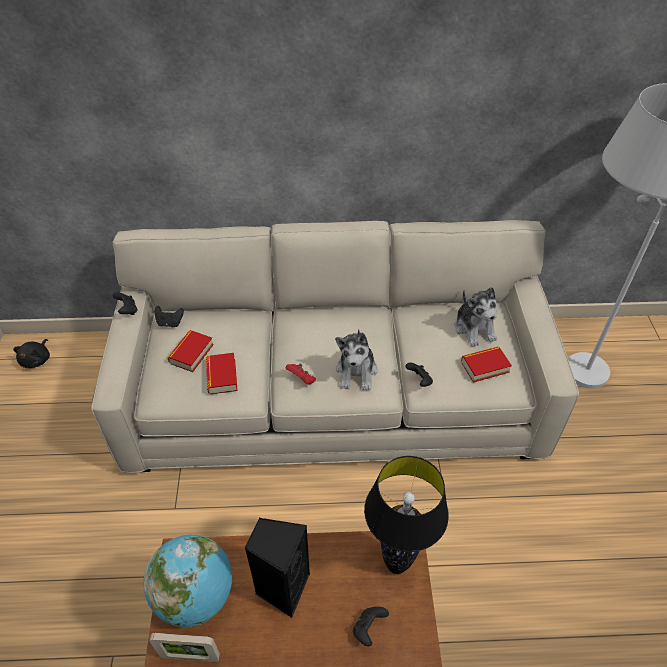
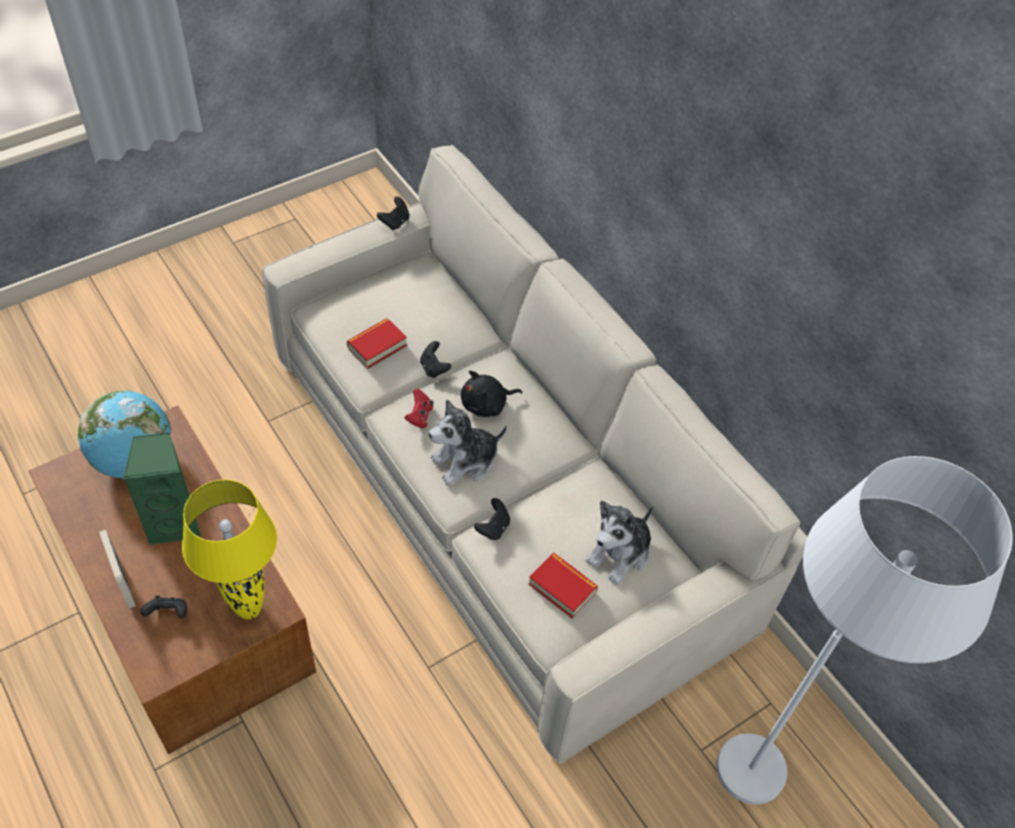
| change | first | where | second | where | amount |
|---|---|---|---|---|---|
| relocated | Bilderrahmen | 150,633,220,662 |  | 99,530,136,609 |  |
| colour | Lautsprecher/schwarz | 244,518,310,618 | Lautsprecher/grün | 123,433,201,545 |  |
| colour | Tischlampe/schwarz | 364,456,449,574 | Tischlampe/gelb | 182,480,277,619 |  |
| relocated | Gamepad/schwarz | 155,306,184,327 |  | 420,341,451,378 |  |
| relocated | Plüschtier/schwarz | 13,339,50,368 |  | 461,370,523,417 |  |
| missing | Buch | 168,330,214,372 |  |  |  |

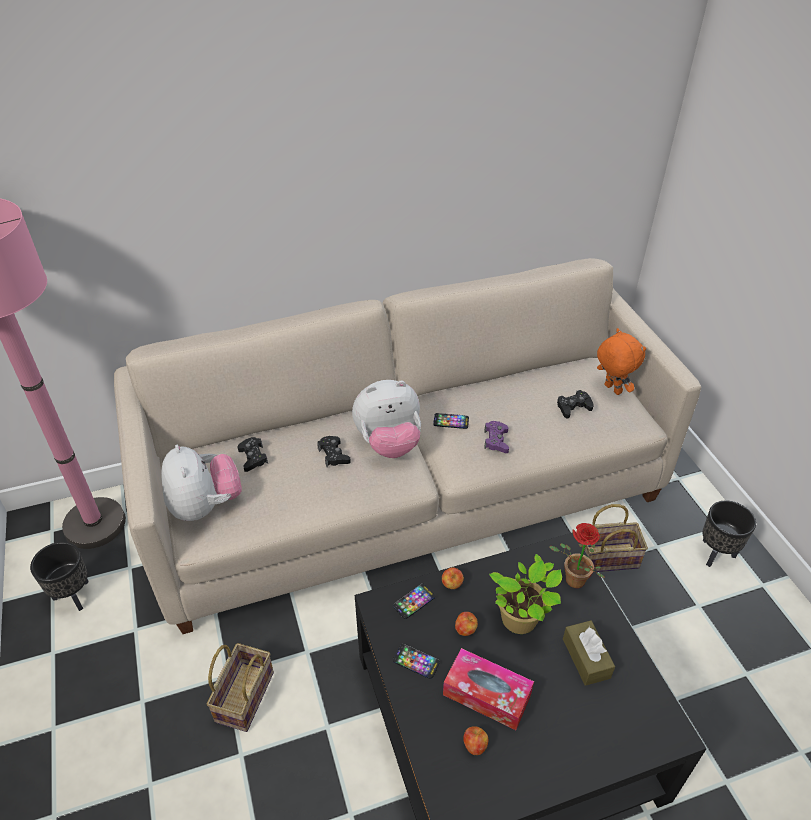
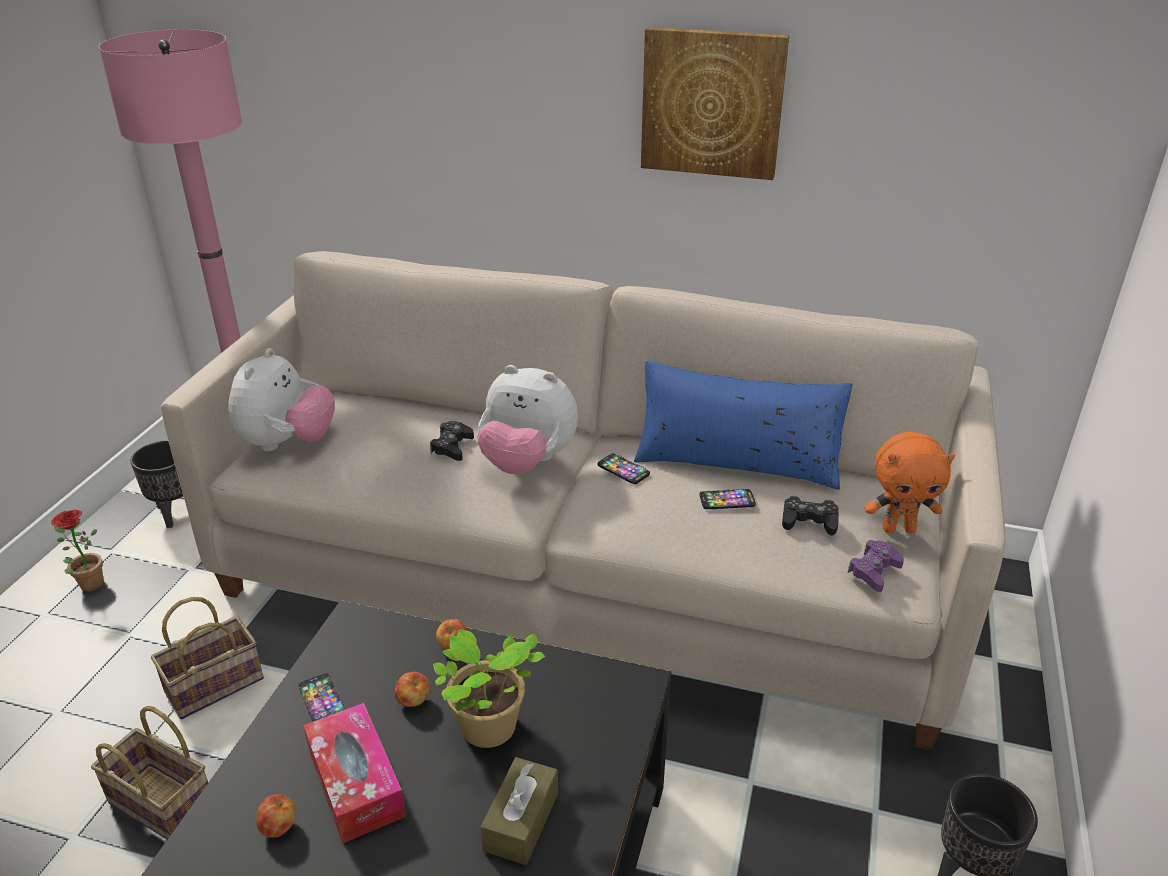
| change | first | where | second | where | amount |
|---|---|---|---|---|---|
| relocated | Topfpflanze | 549,523,605,588 |  | 51,510,104,592 |  |
| relocated | Korb | 580,504,648,572 |  | 91,706,208,839 |  |
| appeared |  |  | Kissen/blau | 634,360,853,490 |  |
| appeared |  |  | Bild | 641,27,790,180 |  |
| relocated | Handy | 393,584,435,619 |  | 700,489,756,509 |  |
| relocated | Gamepad/lila | 484,421,509,453 |  | 848,540,904,592 |  |
| spun | Plüschtier/orange | 597,328,646,395 |  | 864,431,955,533 | 90 degrees clockwise |
| missing | Gamepad/schwarz | 237,437,268,472 |  |  |  |

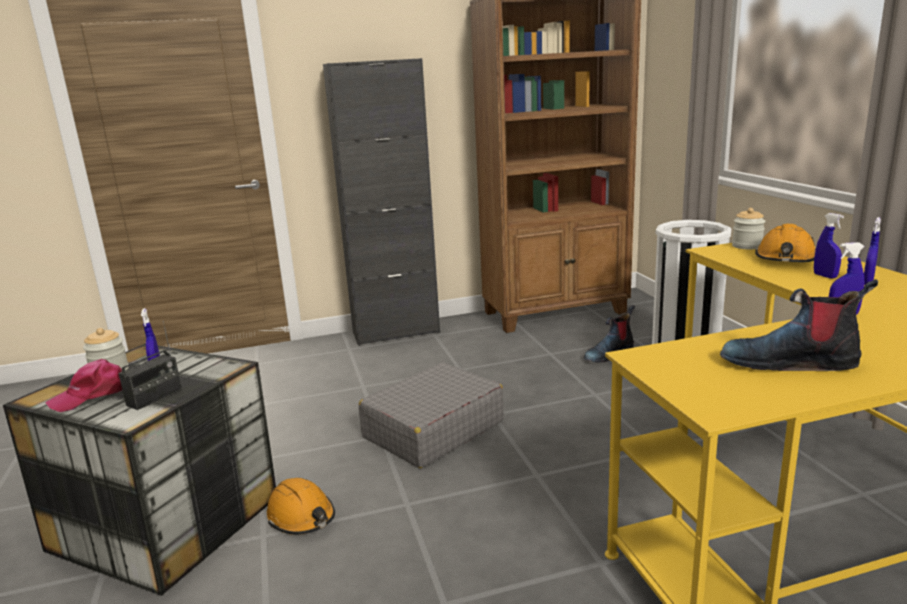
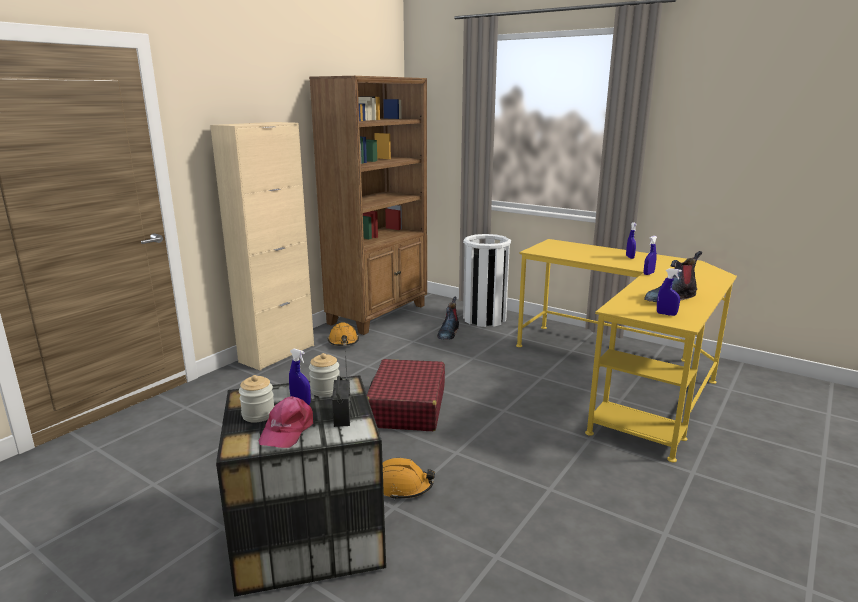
| change | first | where | second | where | amount |
|---|---|---|---|---|---|
| colour | Schrank/schwarz | 323,58,440,346 | Schrank/beige | 210,122,314,371 |  |
| relocated | Vorratsglas | 732,208,765,250 |  | 309,353,340,397 |  |
| relocated | Schutzhelm/orange | 755,224,816,262 |  | 328,322,359,346 |  |
| colour | Koffer/grau | 359,362,504,468 | Koffer/rot | 367,359,445,431 |  |
| relocated | Sprühflasche/blau | 814,213,844,279 |  | 657,268,682,316 |  |

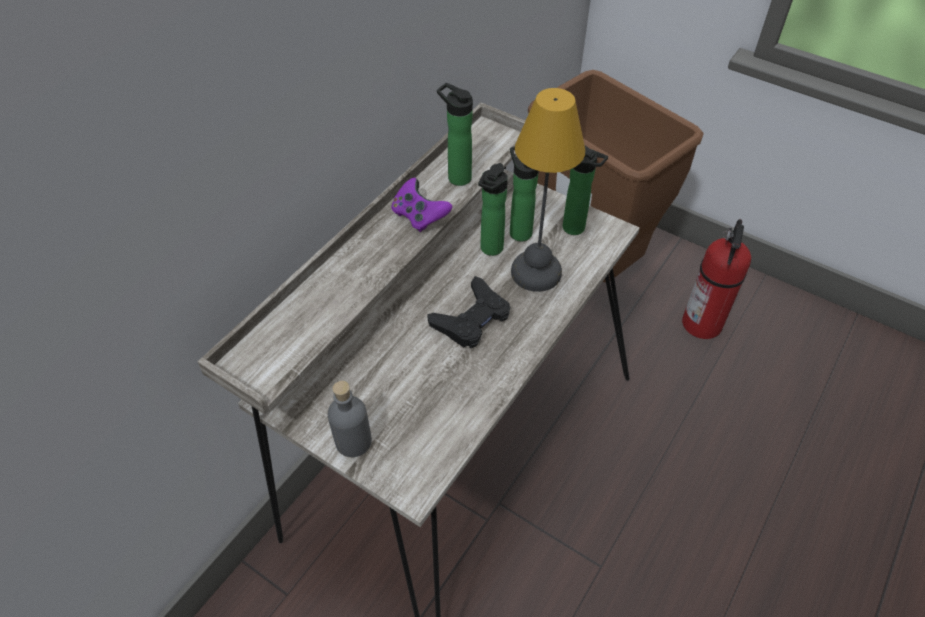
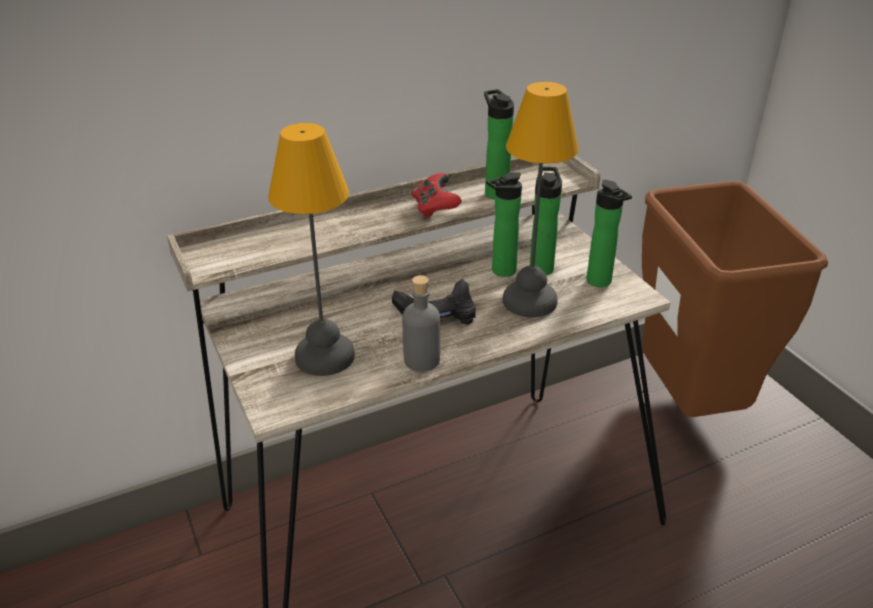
| change | first | where | second | where | amount |
|---|---|---|---|---|---|
| appeared |  |  | Tischlampe | 268,123,355,376 |  |
| relocated | Flasche/grau | 327,381,372,457 |  | 402,275,440,372 |  |
| colour | Gamepad/lila | 391,178,452,232 | Gamepad/rot | 412,173,462,218 |  |
| missing | Feuerlöscher | 682,219,751,339 |  |  |  |

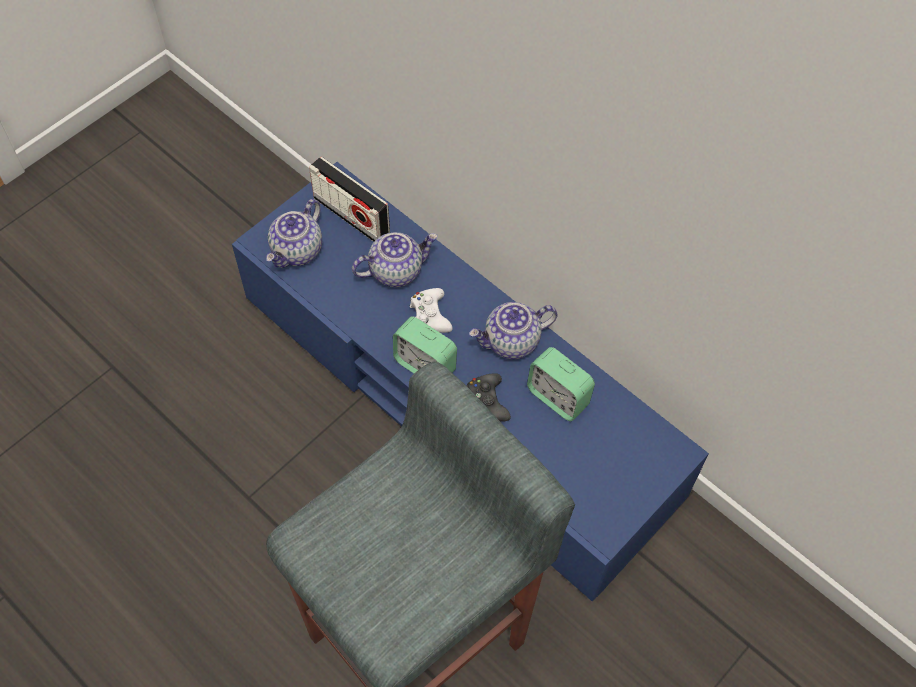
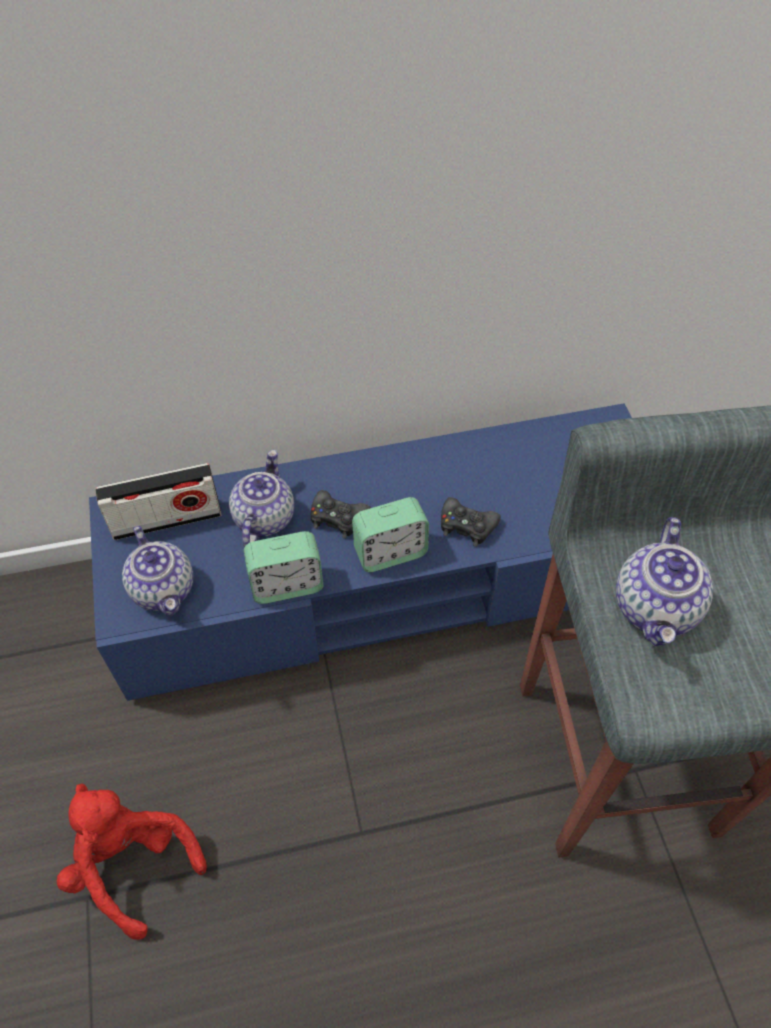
| change | first | where | second | where | amount |
|---|---|---|---|---|---|
| appeared |  |  | Plüschtier/rot | 56,783,207,940 |  |
| relocated | Wecker | 527,347,595,421 |  | 244,531,323,604 |  |
| colour | Gamepad/weiß | 410,288,453,333 | Gamepad/schwarz | 311,490,371,539 |  |
| relocated | Teekanne | 469,302,558,359 |  | 616,517,713,646 |  |

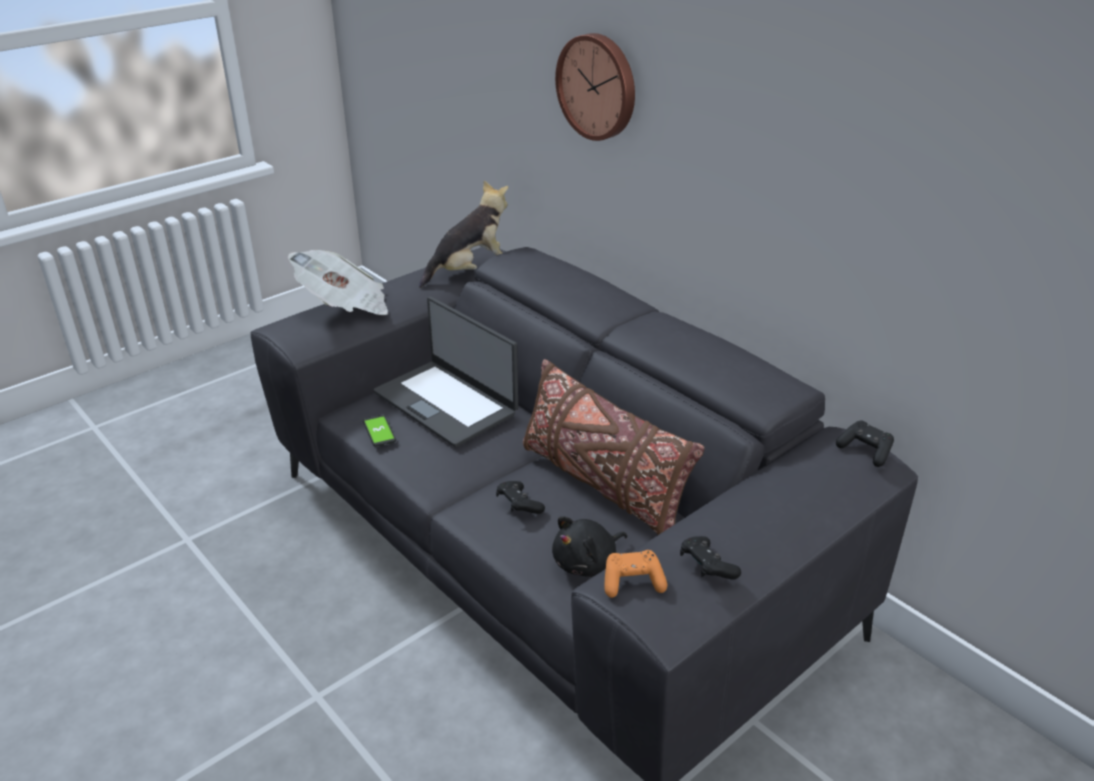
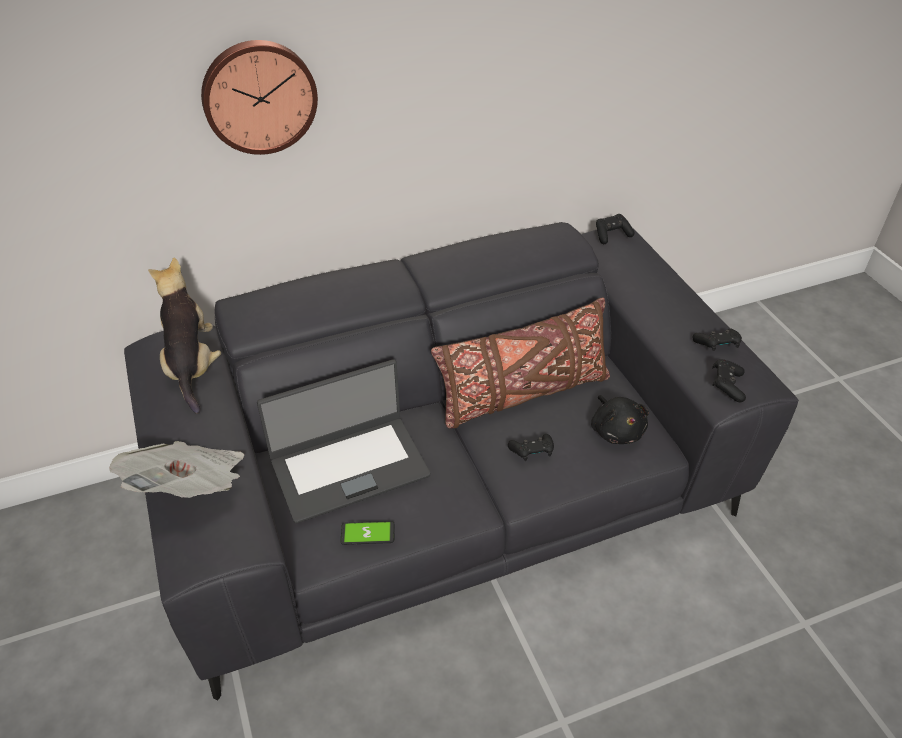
| change | first | where | second | where | amount |
|---|---|---|---|---|---|
| colour | Gamepad/orange | 605,550,667,598 | Gamepad/schwarz | 712,359,746,402 |  |

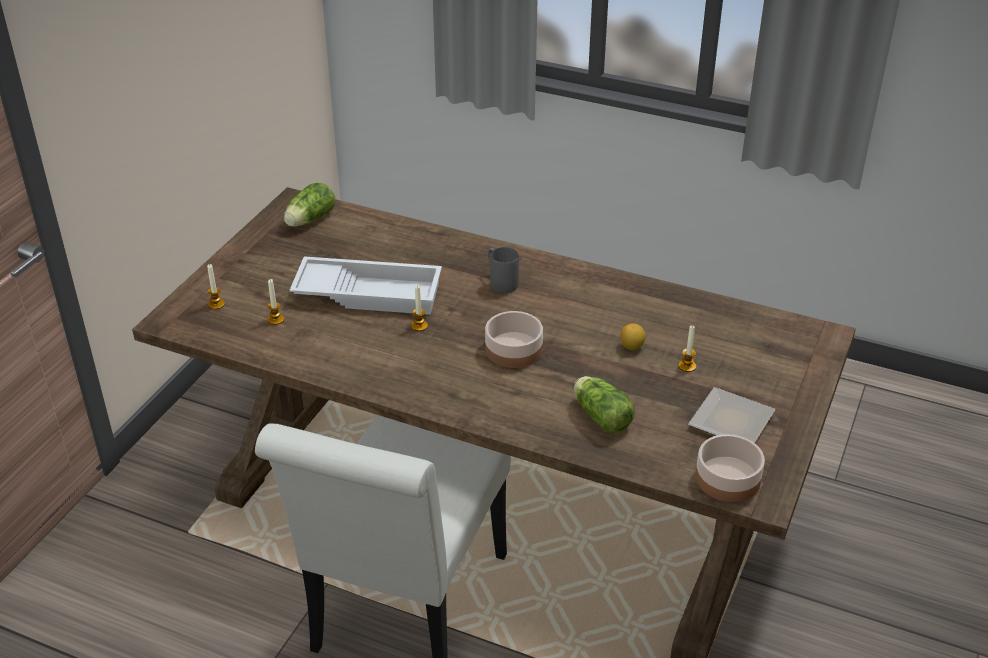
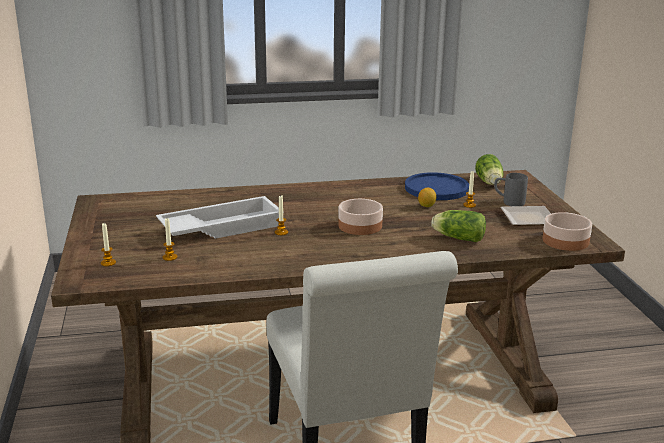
| change | first | where | second | where | amount |
|---|---|---|---|---|---|
| appeared |  |  | Teller/blau | 405,172,469,200 |  |
| relocated | Salatkopf | 284,183,335,227 |  | 475,154,503,185 |  |
| relocated | Henkelbecher/grau | 488,247,519,293 |  | 494,173,528,206 |  |

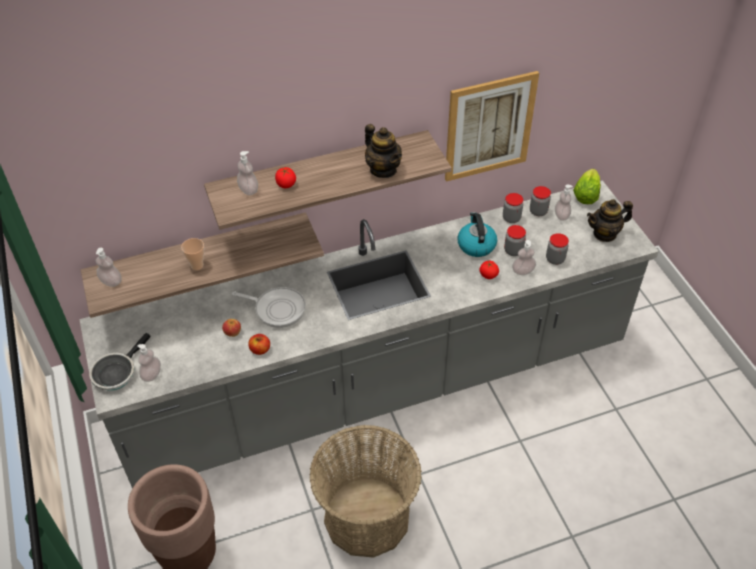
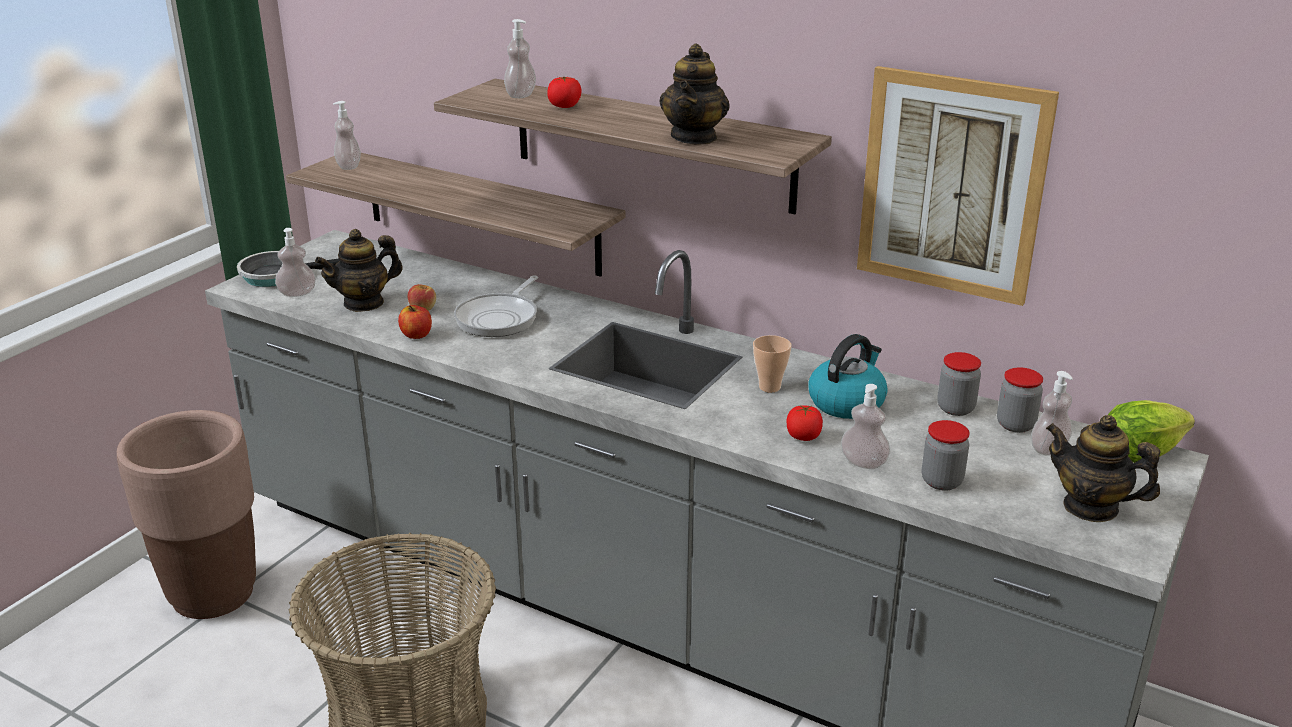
| change | first | where | second | where | amount |
|---|---|---|---|---|---|
| appeared |  |  | Teekanne | 315,229,403,312 |  |
| spun | Pfanne | 232,287,306,328 |  | 454,275,538,337 | 45 degrees clockwise |
| relocated | Tasse | 181,238,204,270 |  | 753,335,792,392 |  |
| missing | Vorratsglas | 504,225,526,256 |  |  |  |

